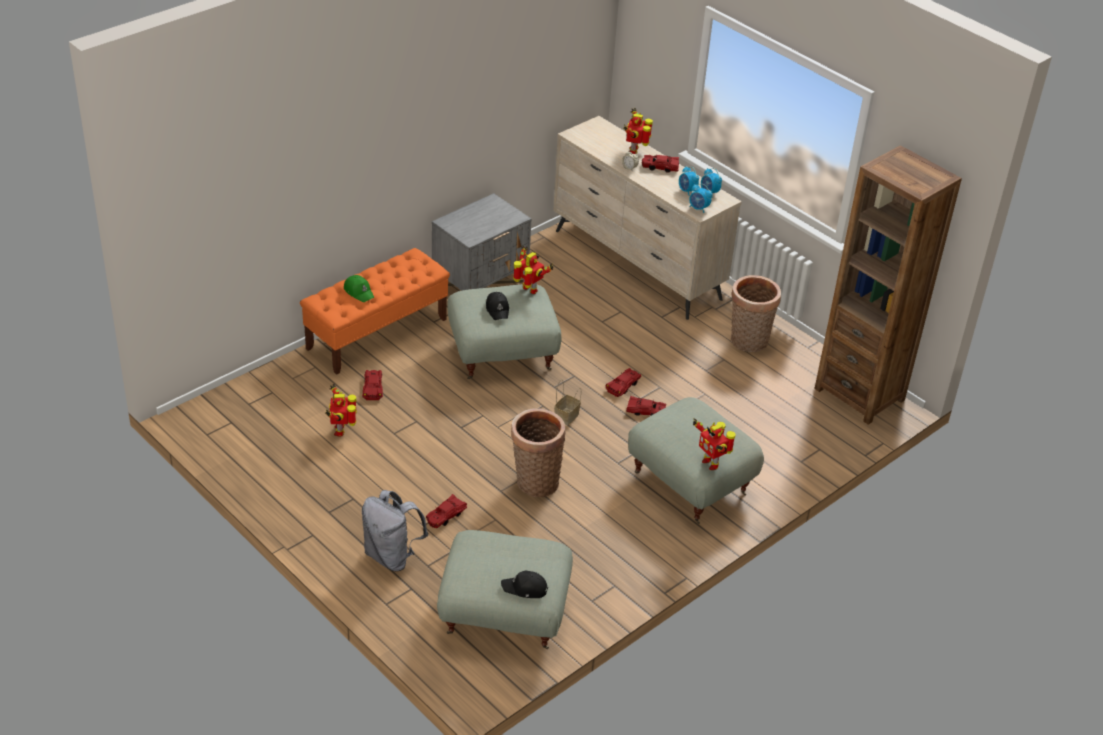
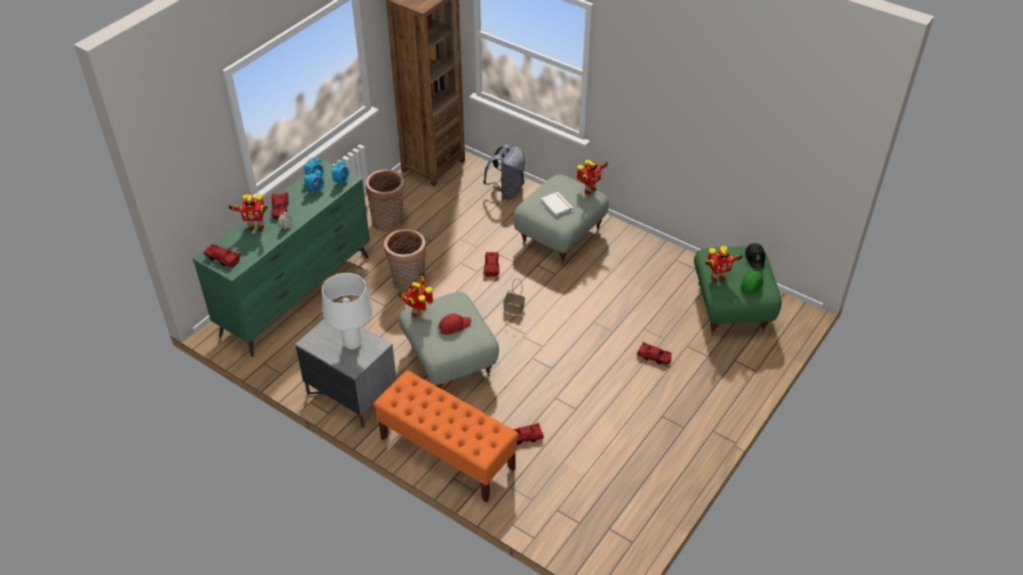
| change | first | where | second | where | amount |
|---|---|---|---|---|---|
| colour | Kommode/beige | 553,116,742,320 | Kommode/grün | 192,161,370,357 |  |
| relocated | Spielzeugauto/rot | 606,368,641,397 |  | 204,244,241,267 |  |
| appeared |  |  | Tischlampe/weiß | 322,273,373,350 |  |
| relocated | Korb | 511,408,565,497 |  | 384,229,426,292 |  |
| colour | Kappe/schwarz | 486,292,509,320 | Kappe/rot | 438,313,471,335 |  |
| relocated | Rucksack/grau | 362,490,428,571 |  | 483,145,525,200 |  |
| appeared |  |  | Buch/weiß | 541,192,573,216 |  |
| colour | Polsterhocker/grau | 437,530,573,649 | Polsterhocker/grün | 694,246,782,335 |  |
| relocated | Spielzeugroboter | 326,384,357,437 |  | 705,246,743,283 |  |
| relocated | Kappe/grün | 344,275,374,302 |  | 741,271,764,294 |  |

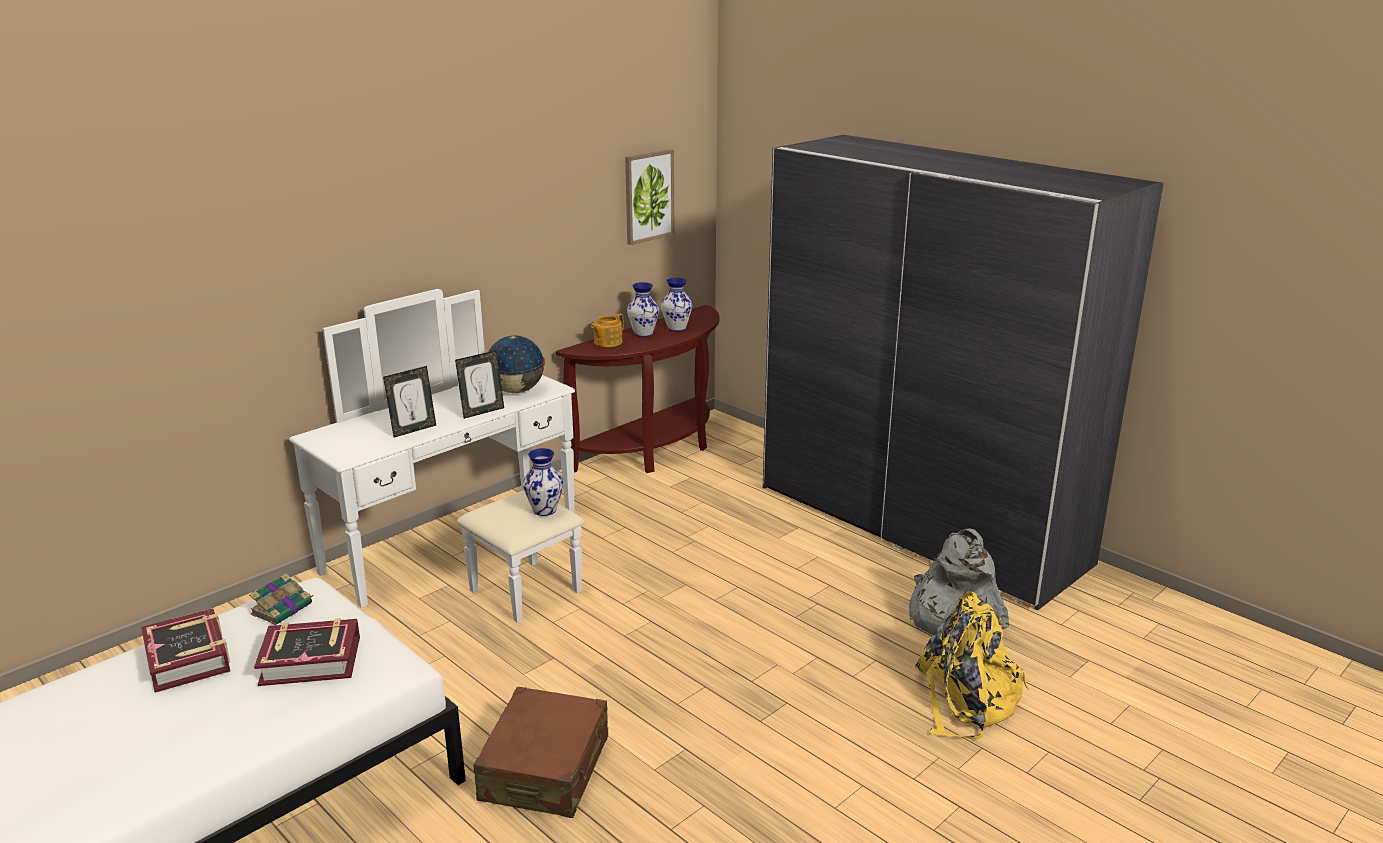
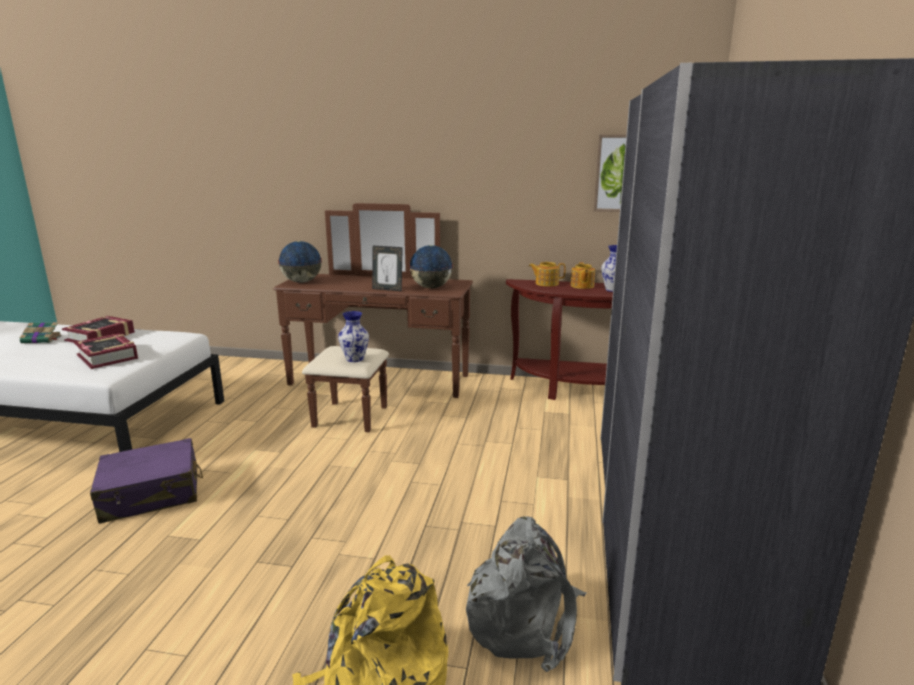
| change | first | where | second | where | amount |
|---|---|---|---|---|---|
| relocated | Buch | 249,573,314,625 |  | 20,322,62,343 |  |
| colour | Koffer/braun | 473,687,608,818 | Koffer/lila | 90,438,203,524 |  |
| colour | Kommode/weiß | 289,289,585,623 | Kommode/braun | 273,203,473,432 |  |
| appeared |  |  | Globus | 278,241,322,283 |  |
| exchanged | Vase | 627,282,659,337 | Teekanne | 571,262,595,289 |  |
| missing | Bilderrahmen | 383,366,436,438 |  |  |  |

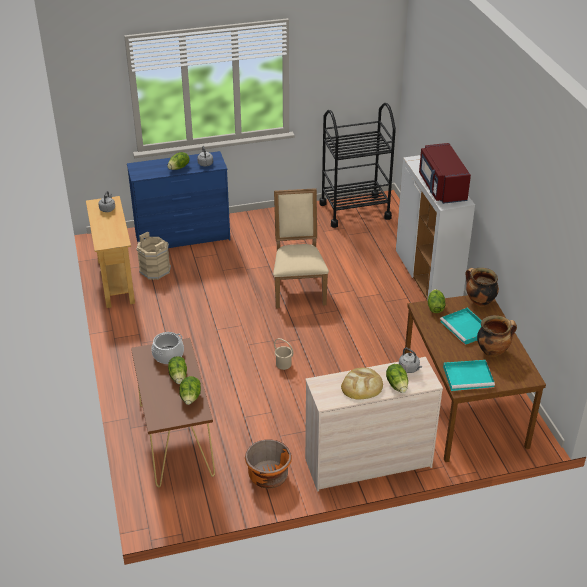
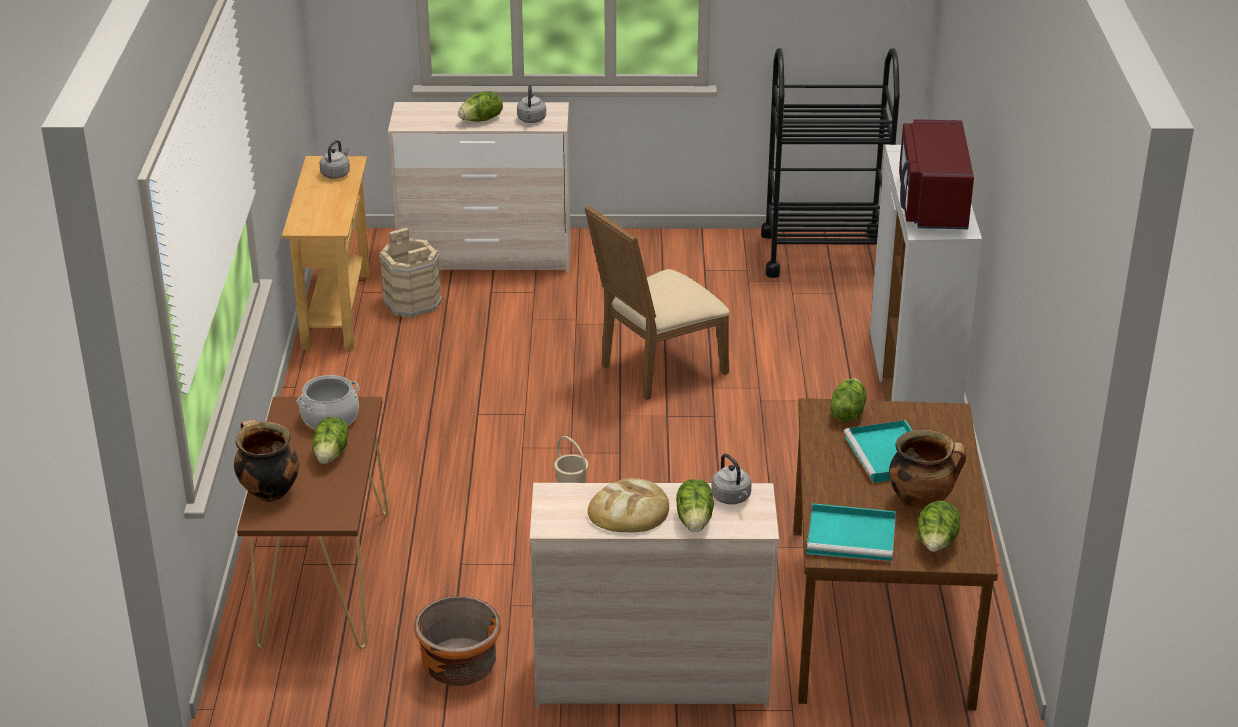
| change | first | where | second | where | amount |
|---|---|---|---|---|---|
| relocated | Kochtopf | 466,268,499,307 |  | 234,419,300,502 |  |
| colour | Kommode/blau | 127,151,230,248 | Kommode/beige | 388,102,570,272 |  |
| spun | Stuhl/beige | 273,188,329,309 |  | 584,205,730,400 | 135 degrees counterclockwise |
| relocated | Salatkopf | 179,376,201,405 |  | 917,501,960,552 |  |

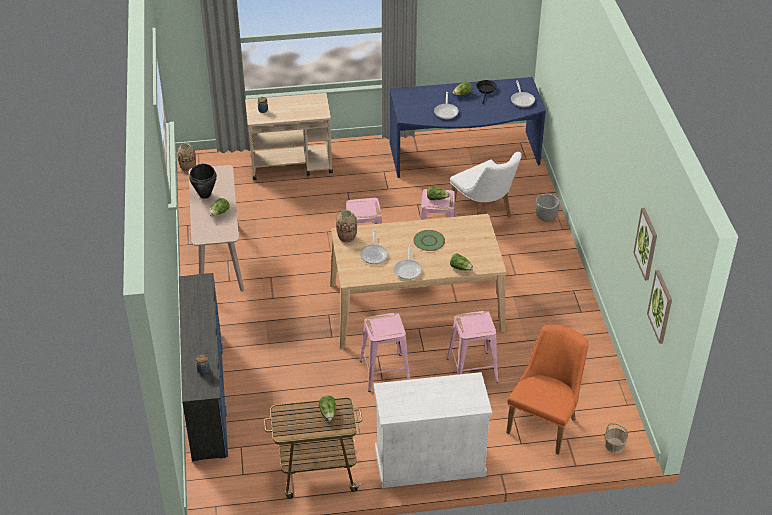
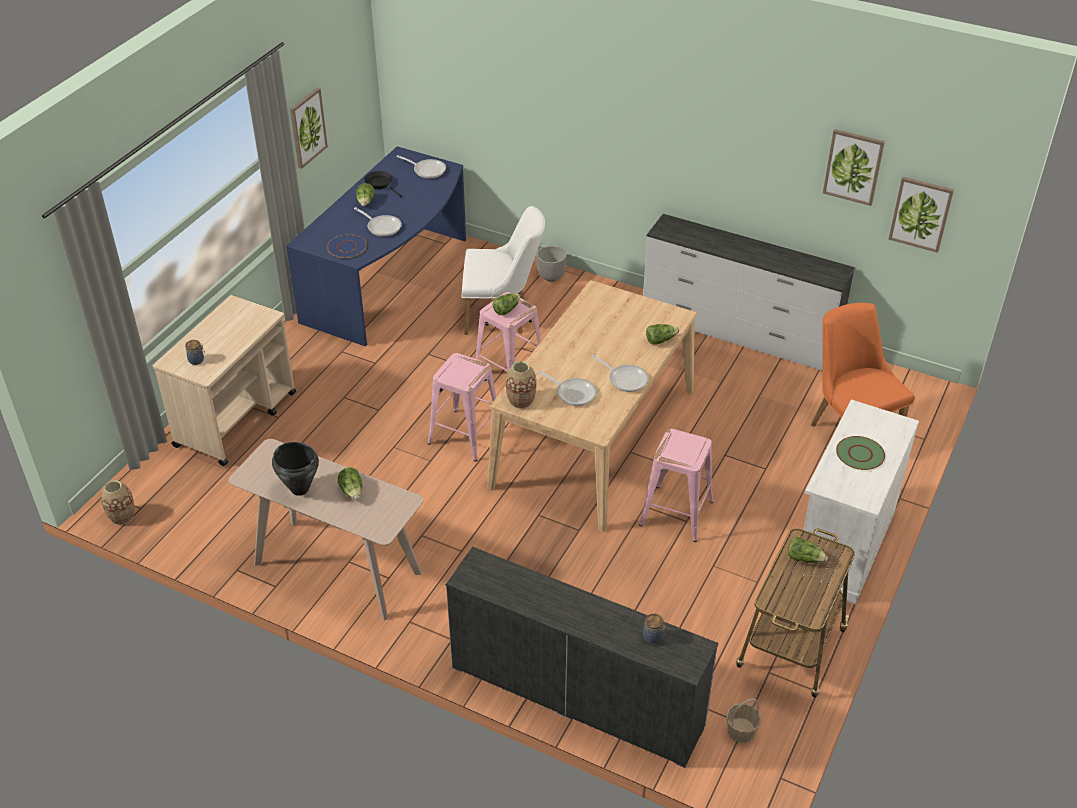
| change | first | where | second | where | amount |
|---|---|---|---|---|---|
| appeared |  |  | Bild | 290,88,328,169 |  |
| appeared |  |  | Teller/blau | 327,235,367,258 |  |
| appeared |  |  | Kommode/weiß | 643,214,855,371 |  |
| relocated | Korb | 605,423,628,453 |  | 726,698,761,743 |  |
| relocated | Teller/grün | 413,230,445,251 |  | 836,436,885,470 |  |
| missing | Hocker/rosa | 446,311,499,383 |  |  |  |

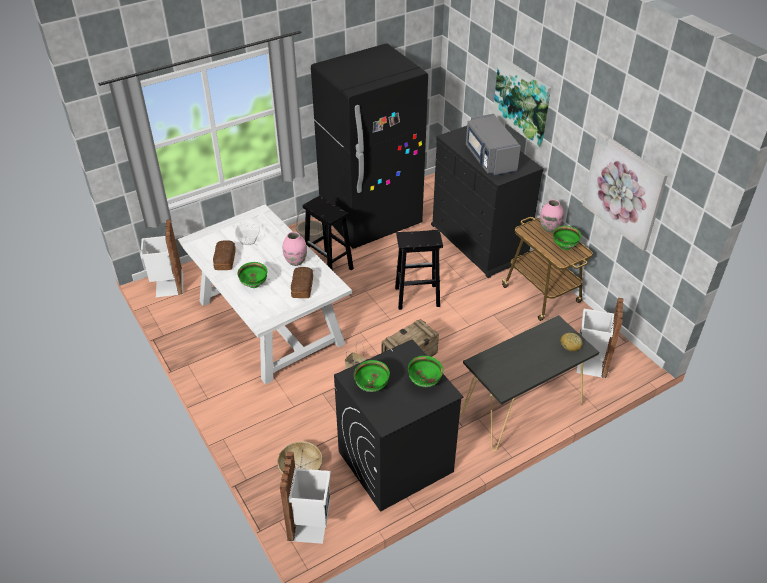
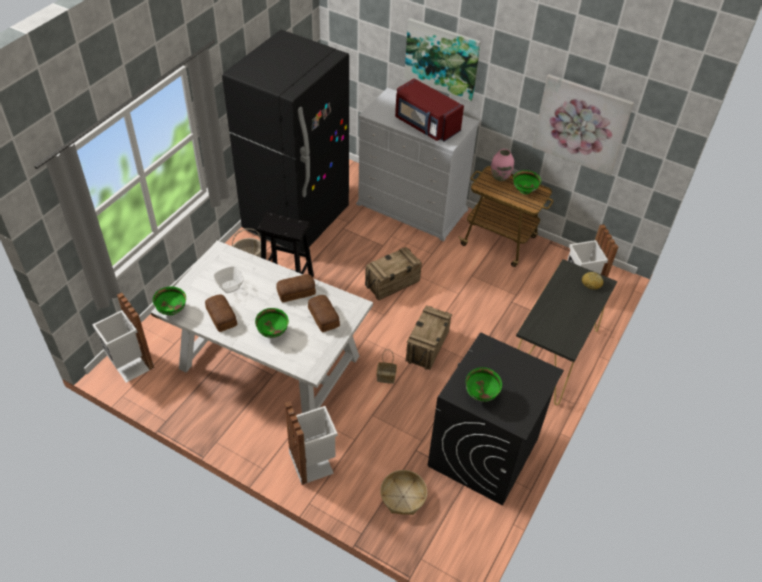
| change | first | where | second | where | amount |
|---|---|---|---|---|---|
| relocated | Schüssel/grün | 408,356,443,387 |  | 153,286,186,315 |  |
| exchanged | Vase/rosa | 283,232,307,266 | Brot | 276,274,316,302 |  |
| relocated | Mülleimer/weiß | 280,451,331,544 |  | 285,401,338,485 |  |
| colour | Kommode/schwarz | 431,126,544,278 | Kommode/weiß | 356,88,479,242 |  |
| exchanged | Hocker/schwarz | 395,230,443,310 | Kiste | 365,247,422,300 |  |
| colour | Mikrowelle/grau | 466,114,521,176 | Mikrowelle/rot | 395,78,464,142 |  |

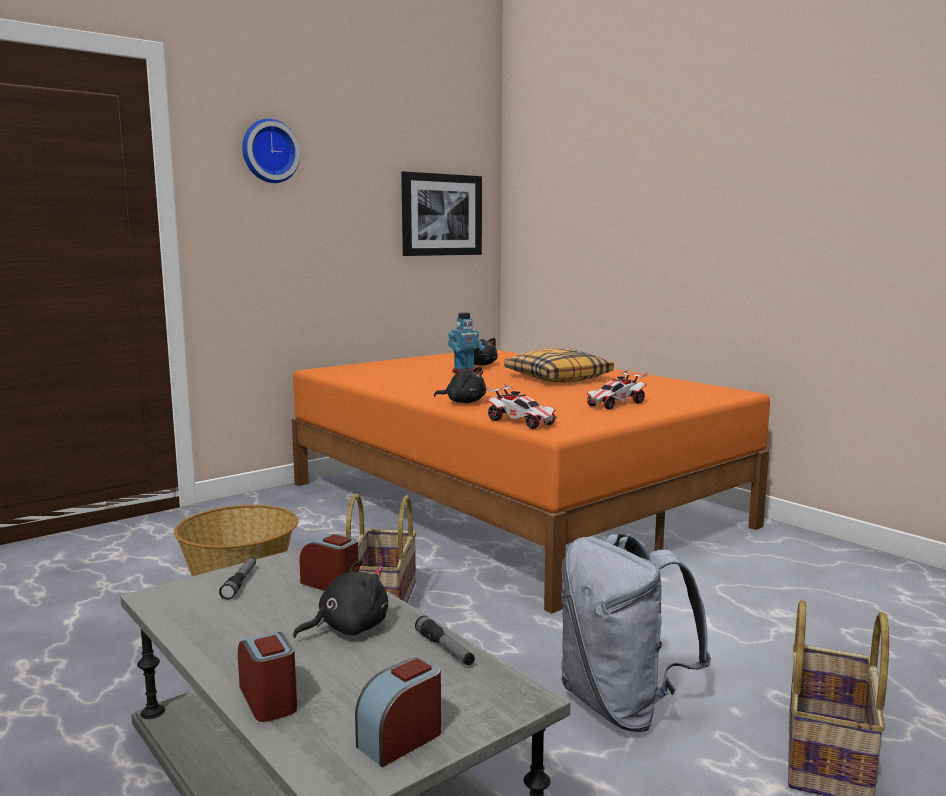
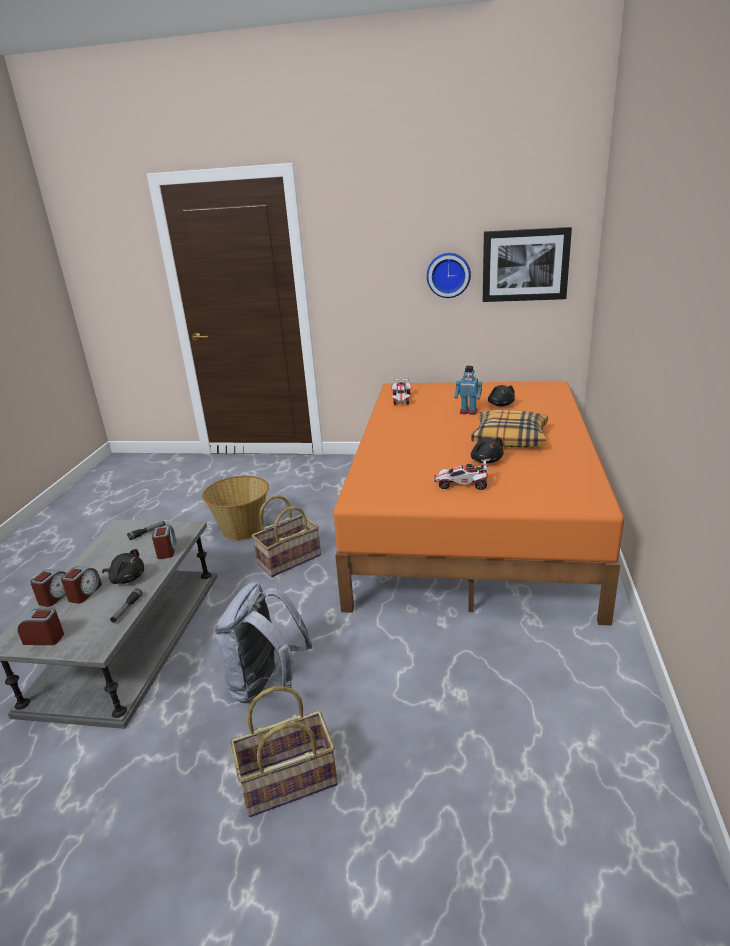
| change | first | where | second | where | amount |
|---|---|---|---|---|---|
| appeared |  |  | Wecker | 61,566,102,604 |  |
| relocated | Spielzeugauto | 486,383,557,429 |  | 391,376,412,405 |  |
| relocated | Wanduhr | 242,119,300,183 |  | 427,253,471,298 |  |
| relocated | Plüschtier/schwarz | 434,367,486,403 |  | 471,437,504,464 |  |

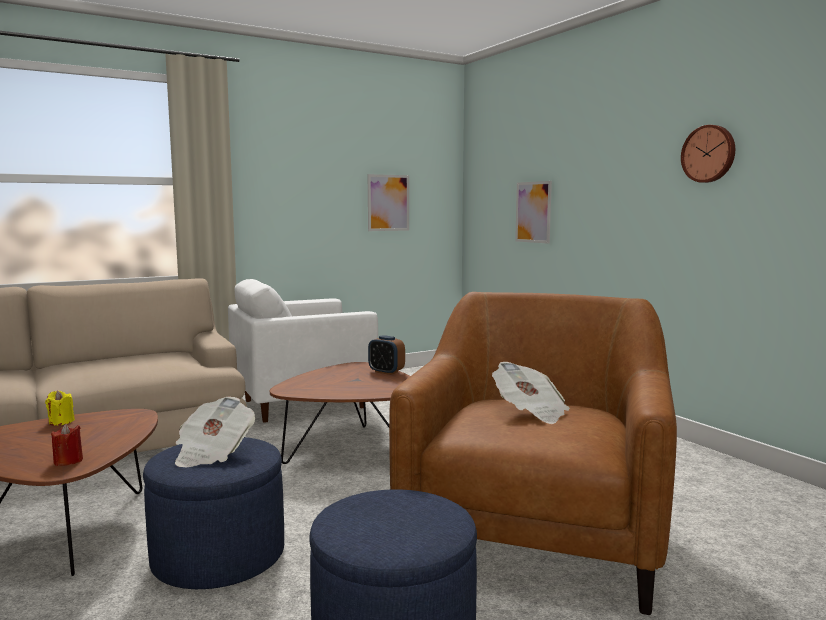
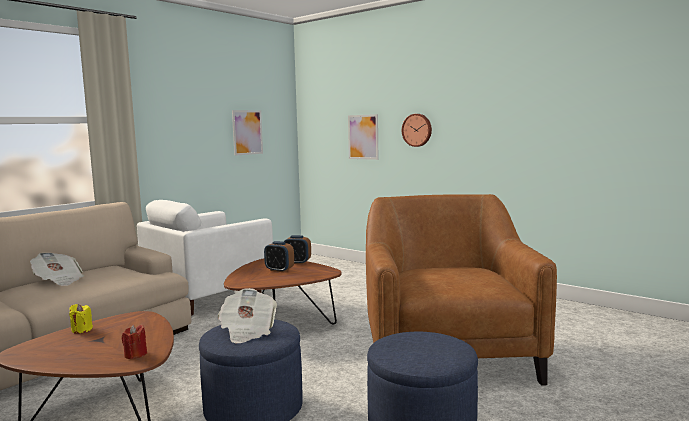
| change | first | where | second | where | amount |
|---|---|---|---|---|---|
| relocated | Zeitung | 492,362,570,424 |  | 30,253,84,286 |  |
| appeared |  |  | Wecker | 264,241,294,272 |  |
| relocated | Wanduhr | 681,125,735,183 |  | 402,114,432,147 |  |

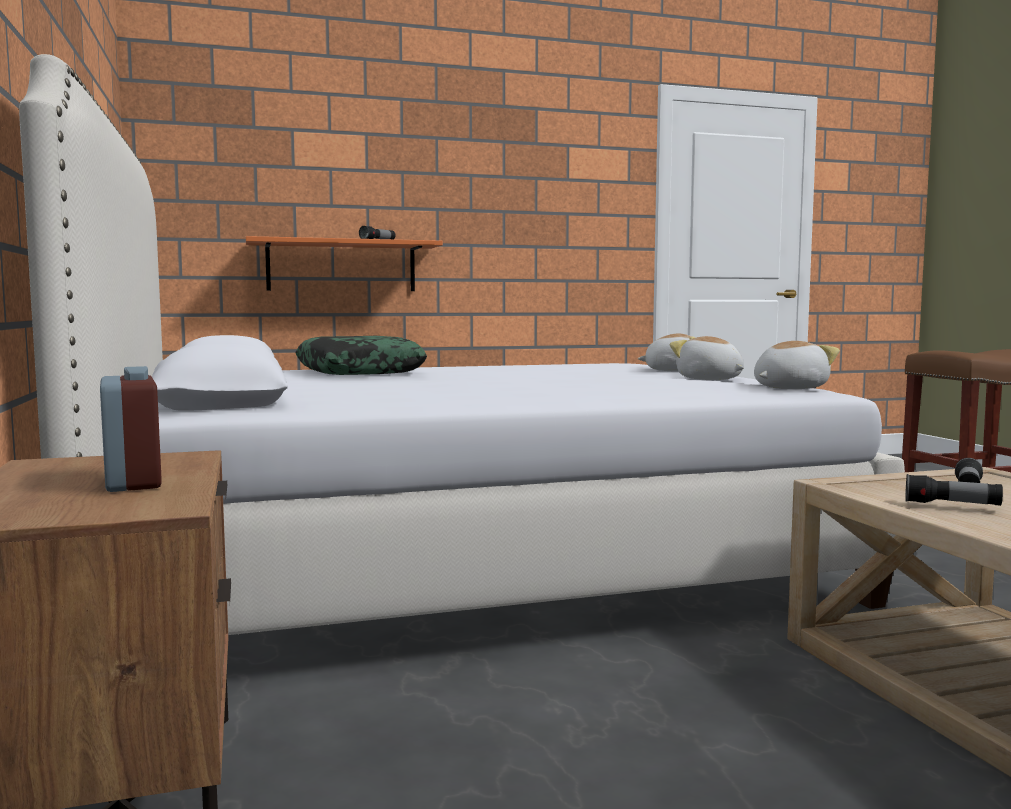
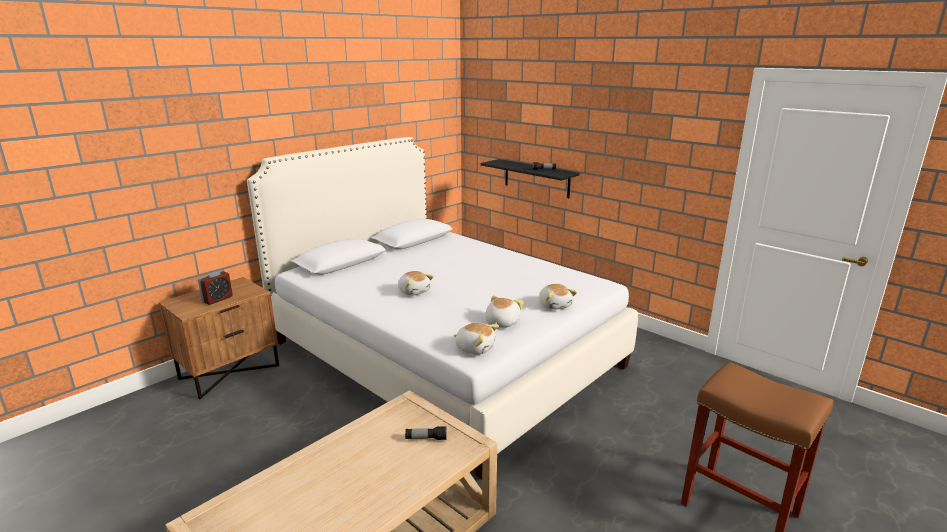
| change | first | where | second | where | amount |
|---|---|---|---|---|---|
| appeared |  |  | Plüschtier | 398,271,434,296 |  |
| colour | Wandregal/orange | 246,236,443,291 | Wandregal/schwarz | 480,159,580,198 |  |
| missing | Kissen | 295,336,427,375 |  |  |  |
| missing | Taschenlampe | 905,474,1003,506 |  |  |  |

